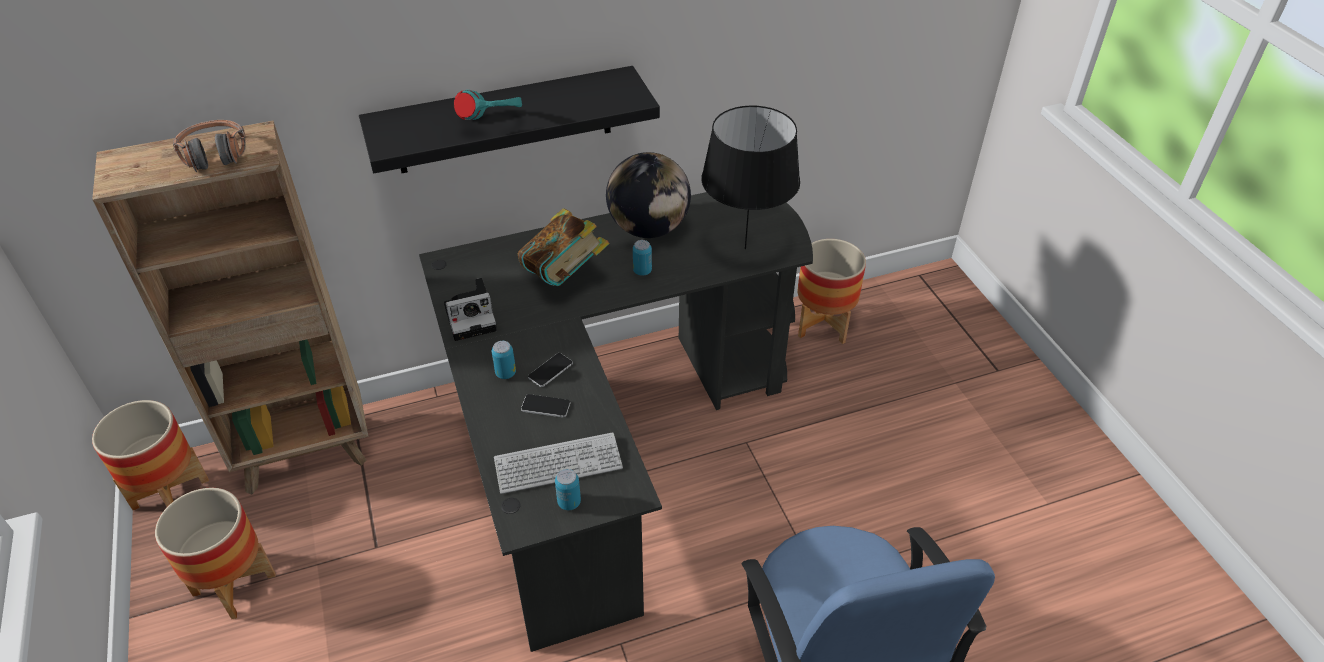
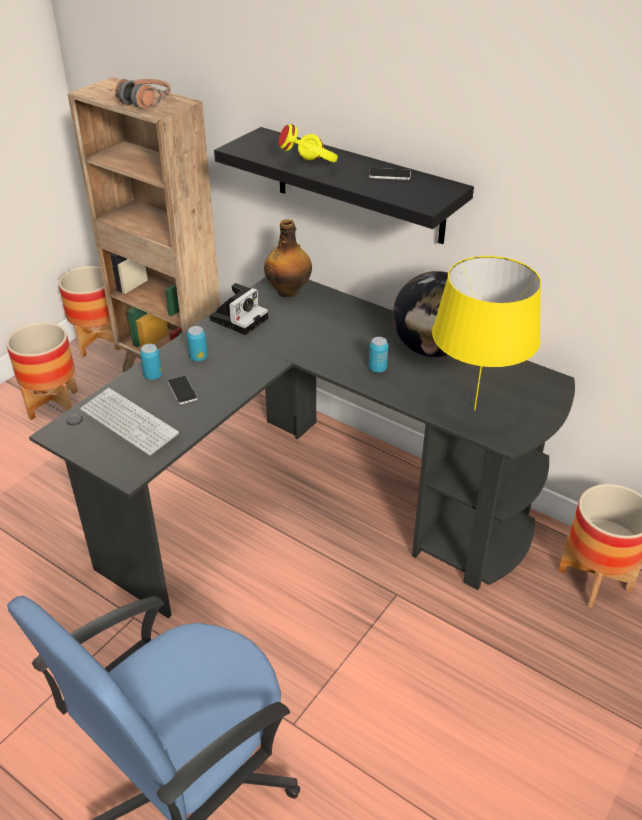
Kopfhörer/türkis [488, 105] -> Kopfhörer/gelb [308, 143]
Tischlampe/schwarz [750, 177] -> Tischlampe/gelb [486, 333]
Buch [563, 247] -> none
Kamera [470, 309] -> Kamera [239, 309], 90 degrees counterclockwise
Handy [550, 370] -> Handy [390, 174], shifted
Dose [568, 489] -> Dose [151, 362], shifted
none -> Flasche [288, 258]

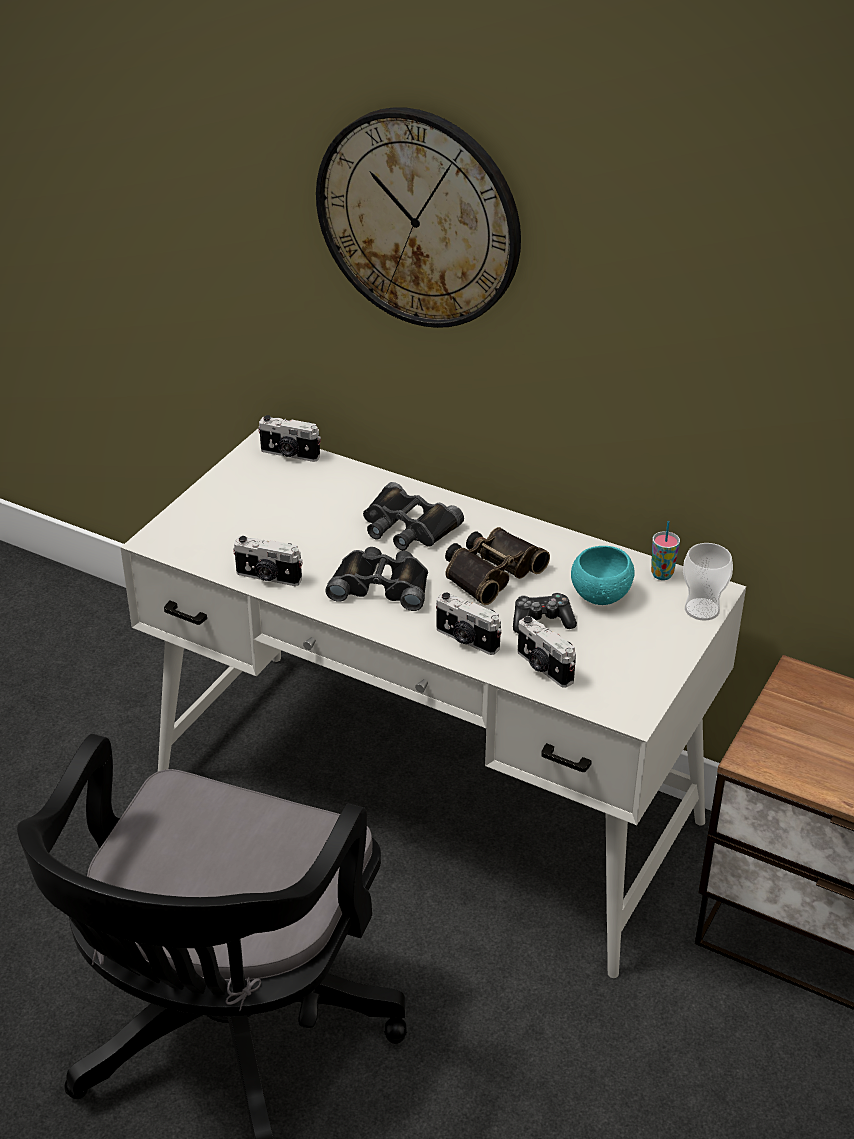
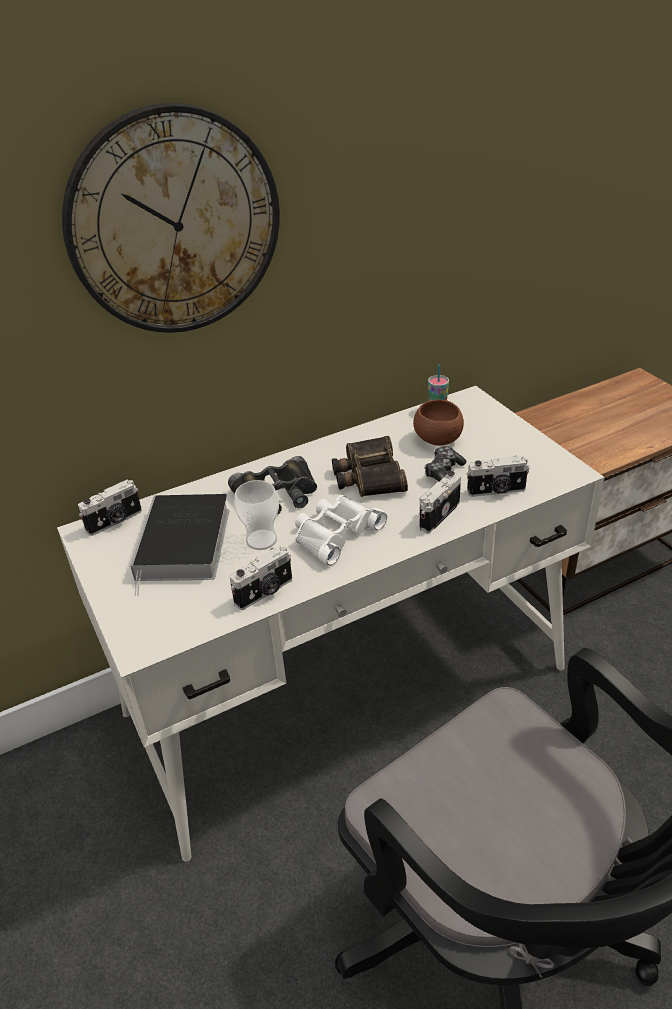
Tasse [708, 582] -> Tasse [256, 515], shifted
Schüssel/türkis [603, 575] -> Schüssel/braun [438, 422]
Fernglas/schwarz [376, 579] -> Fernglas/weiß [341, 530]
Kamera [469, 623] -> Kamera [440, 501], 150 degrees clockwise
none -> Buch [179, 545]

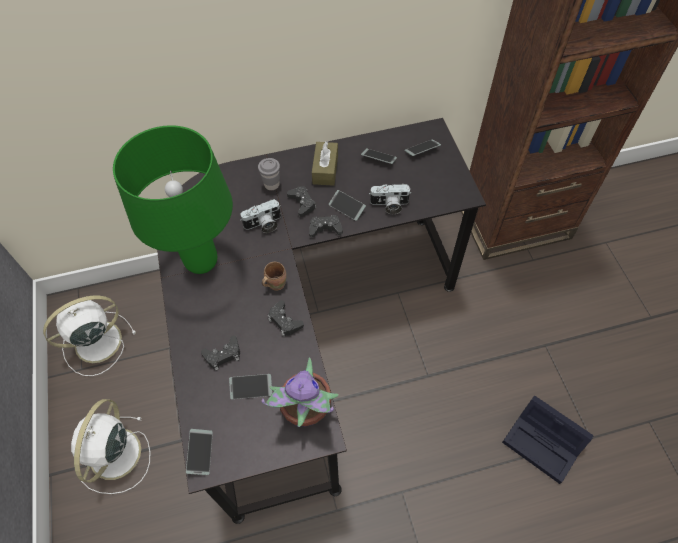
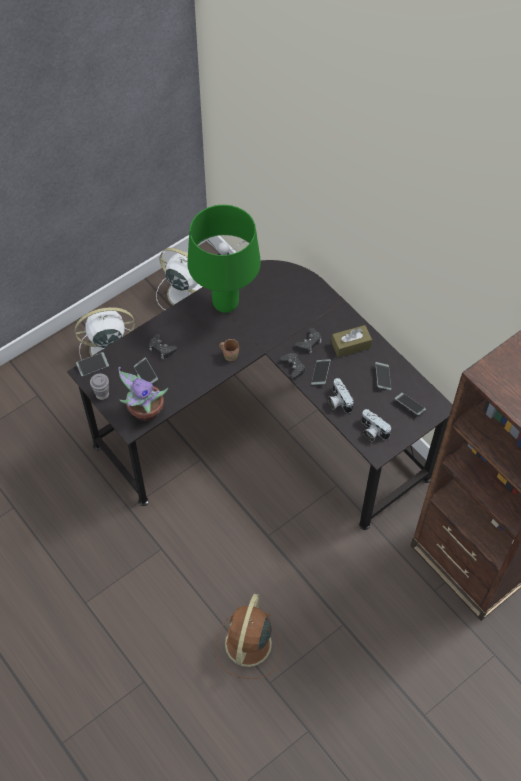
Tasse/grau [269, 174] -> Tasse/grau [99, 387], shifted
Kamera [260, 216] -> Kamera [376, 425], shifted
Gamepad/schwarz [286, 318] -> none
Aufbewahrungsbox/schwarz [548, 439] -> Ventilator/braun [248, 636]

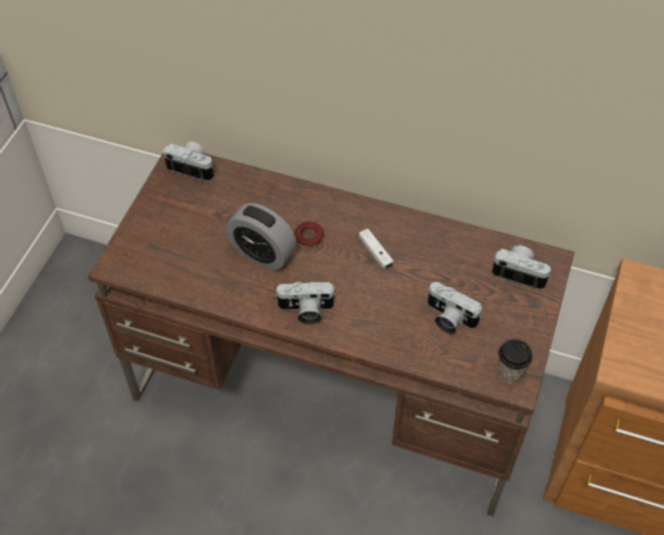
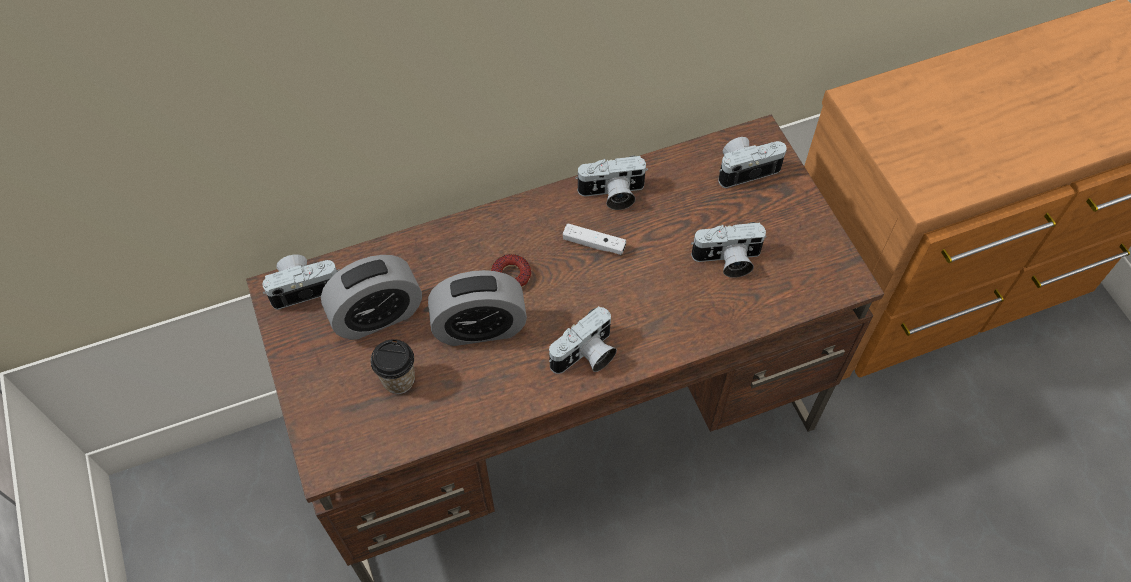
Tasse [515, 361] -> Tasse [393, 366], shifted
none -> Kamera [611, 182]
none -> Wecker [371, 297]

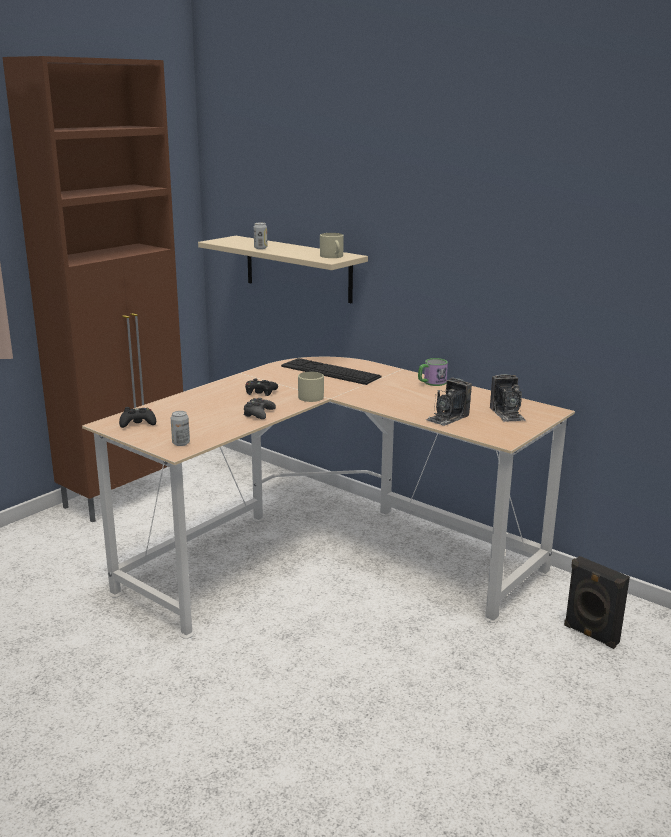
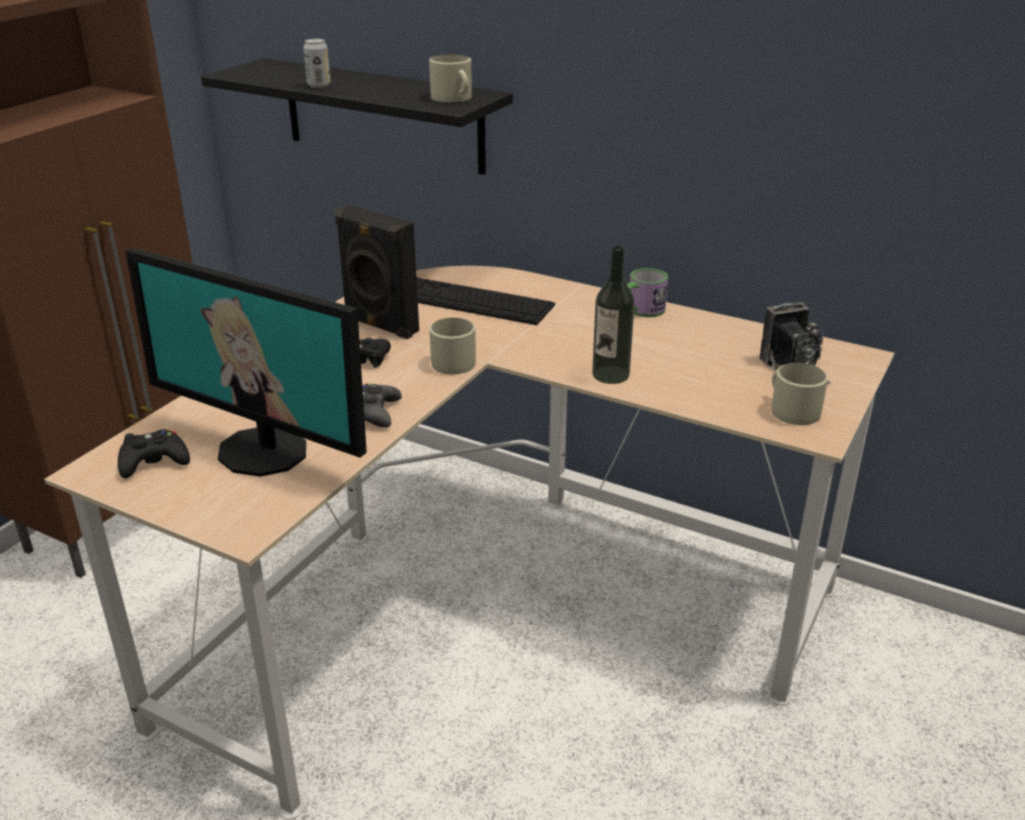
Wandregal/beige [283, 269] -> Wandregal/schwarz [357, 116]
Kamera [449, 402] -> none
Dose [180, 428] -> none
Lautsprecher/schwarz [597, 602] -> Lautsprecher/schwarz [376, 272], shifted
none -> Flasche [613, 314]
none -> Monitor [246, 362]
none -> Henkelbecher/beige [800, 394]

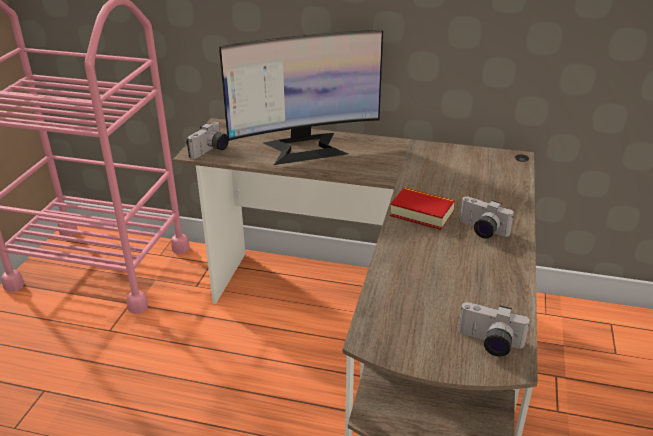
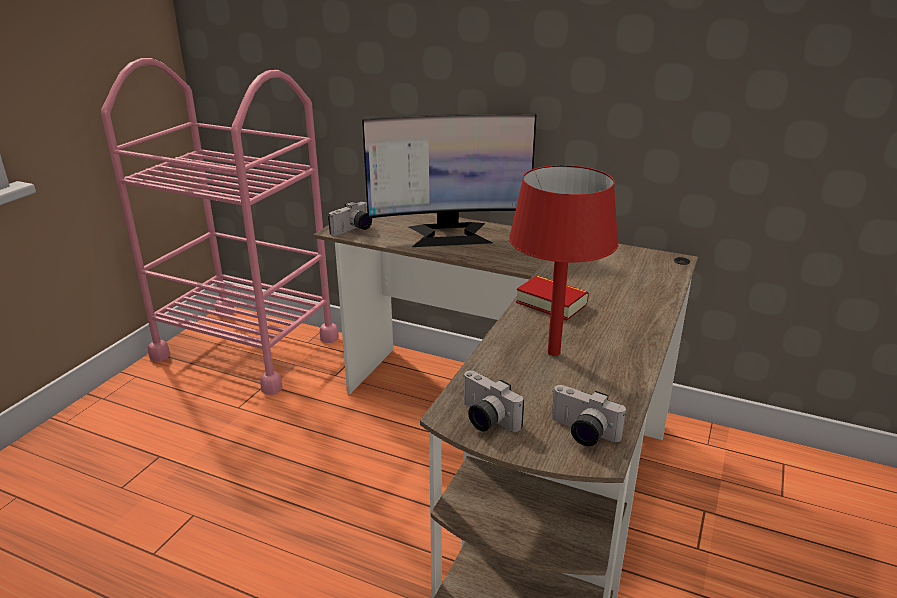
Kamera [487, 217] -> Kamera [494, 401], shifted
none -> Tischlampe/rot [564, 260]

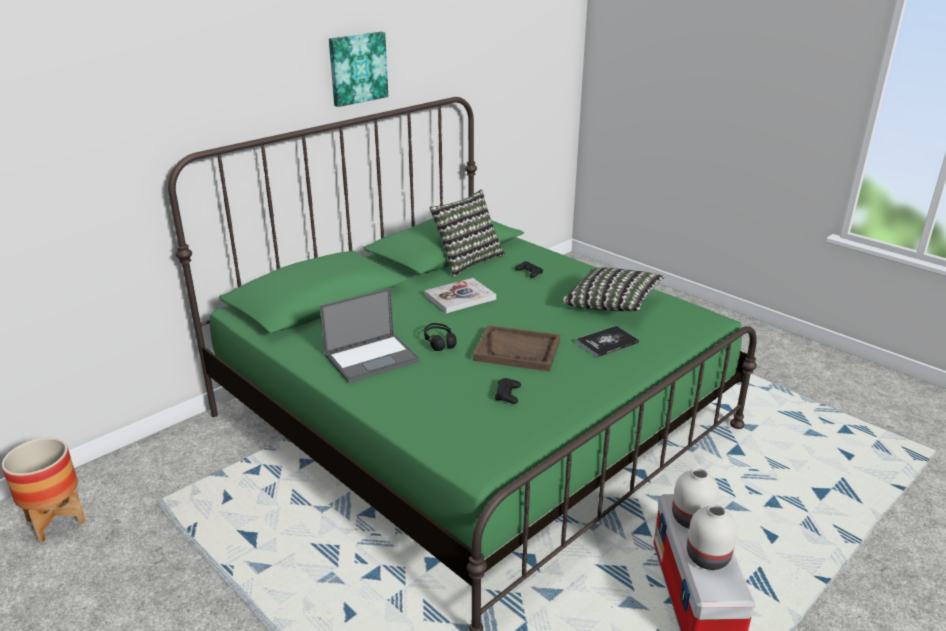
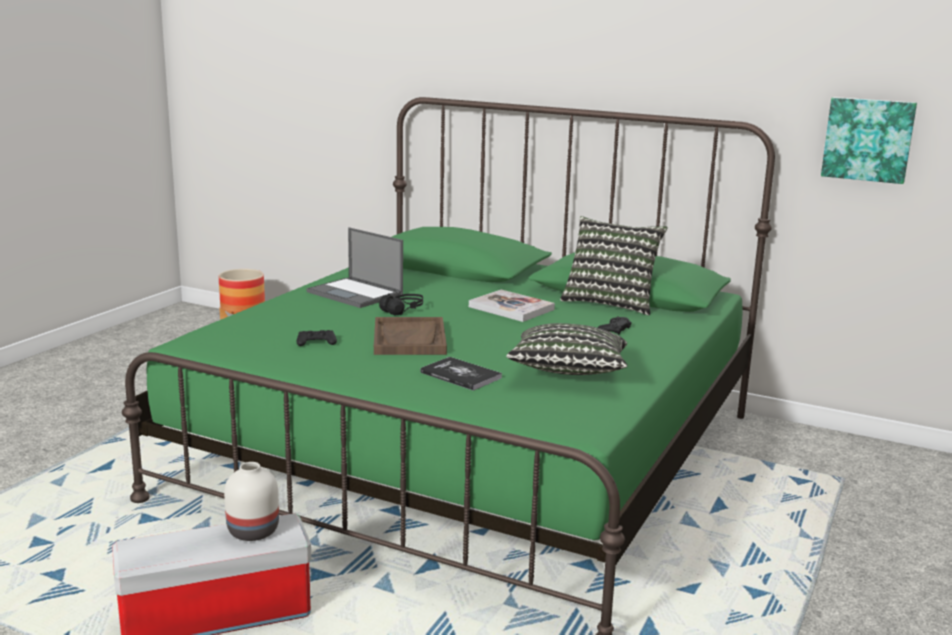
Bild [358, 69] -> Bild [869, 140], shifted
Vase/weiß [712, 537] -> none

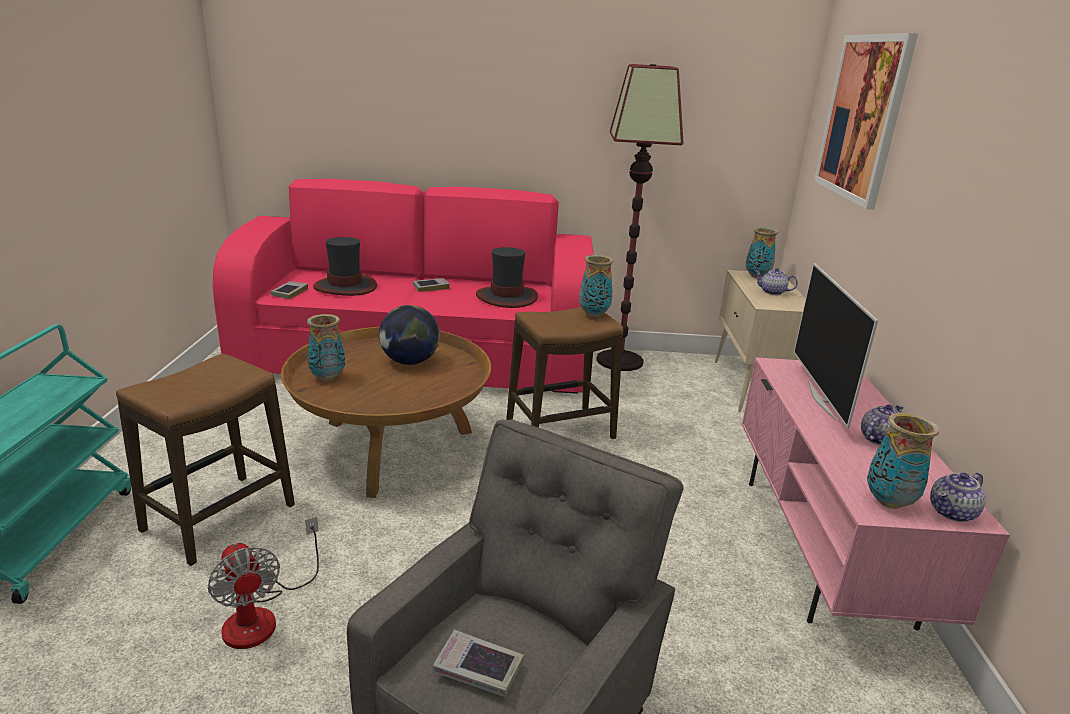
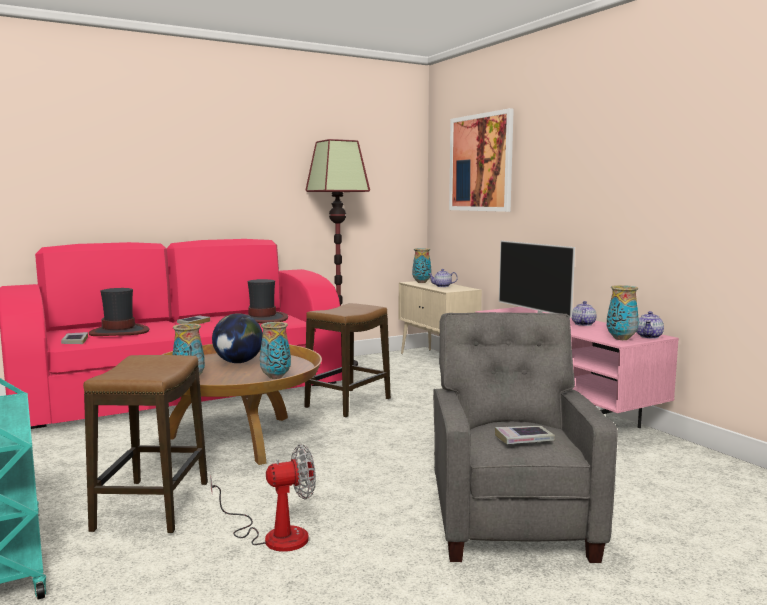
Vase [596, 286] -> Vase [275, 350], shifted
Ventilator [263, 583] -> Ventilator [263, 498], 45 degrees counterclockwise

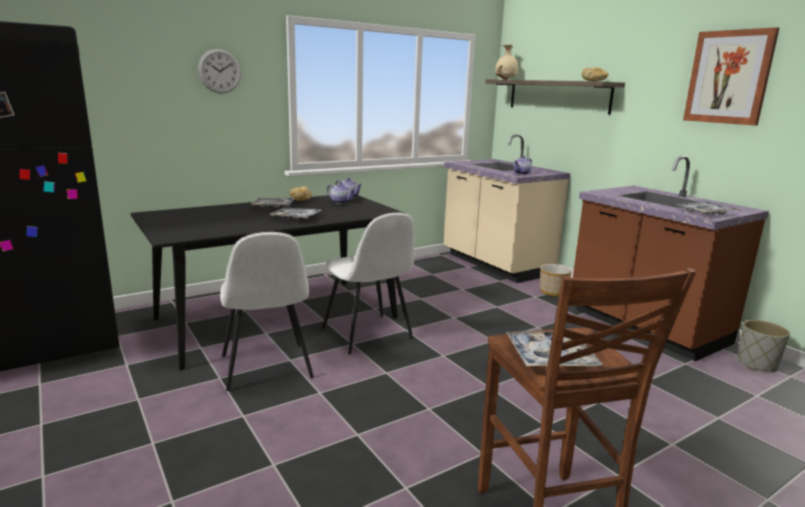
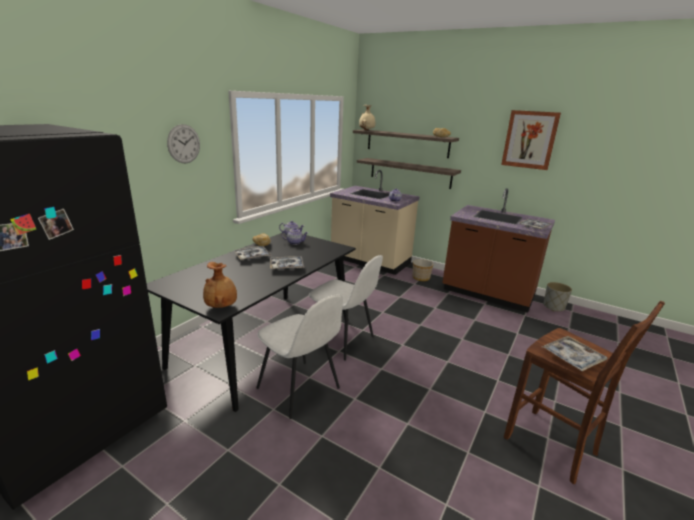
none -> Wandregal [409, 173]
none -> Vase/braun [220, 285]

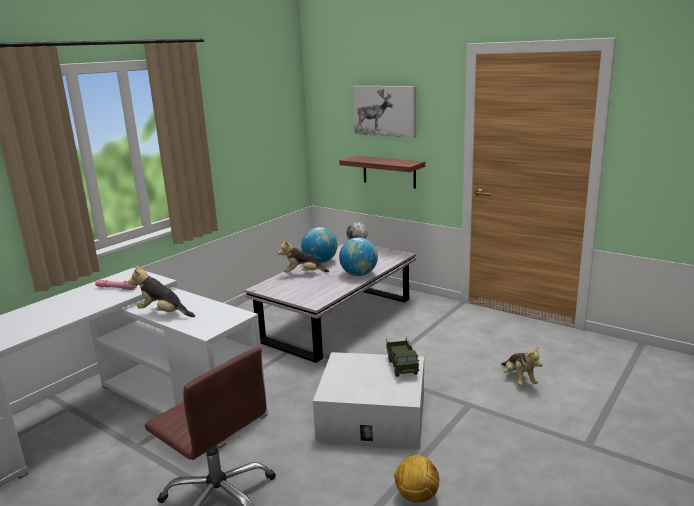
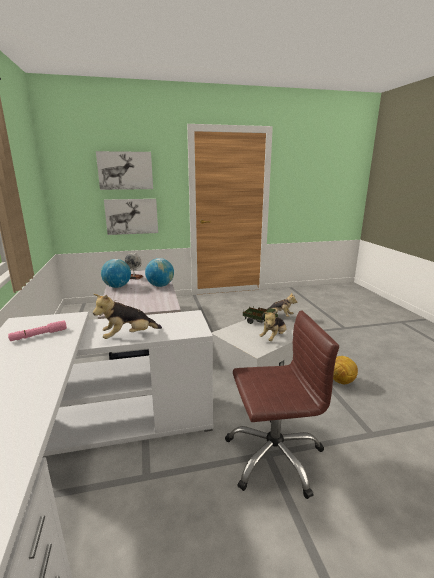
Wandregal [382, 172] -> Bild [131, 217]
Plüschtier [303, 256] -> Plüschtier [273, 326], shifted

